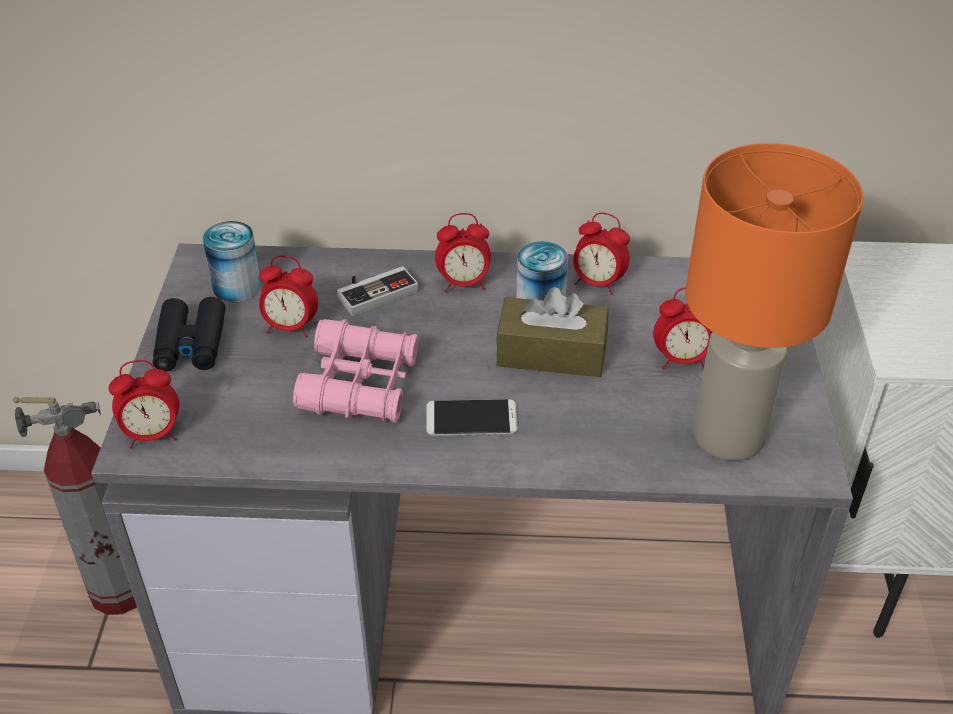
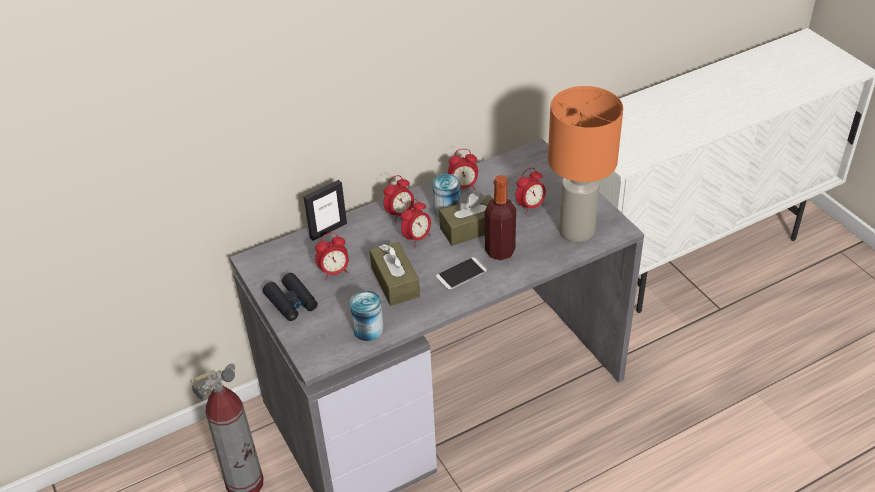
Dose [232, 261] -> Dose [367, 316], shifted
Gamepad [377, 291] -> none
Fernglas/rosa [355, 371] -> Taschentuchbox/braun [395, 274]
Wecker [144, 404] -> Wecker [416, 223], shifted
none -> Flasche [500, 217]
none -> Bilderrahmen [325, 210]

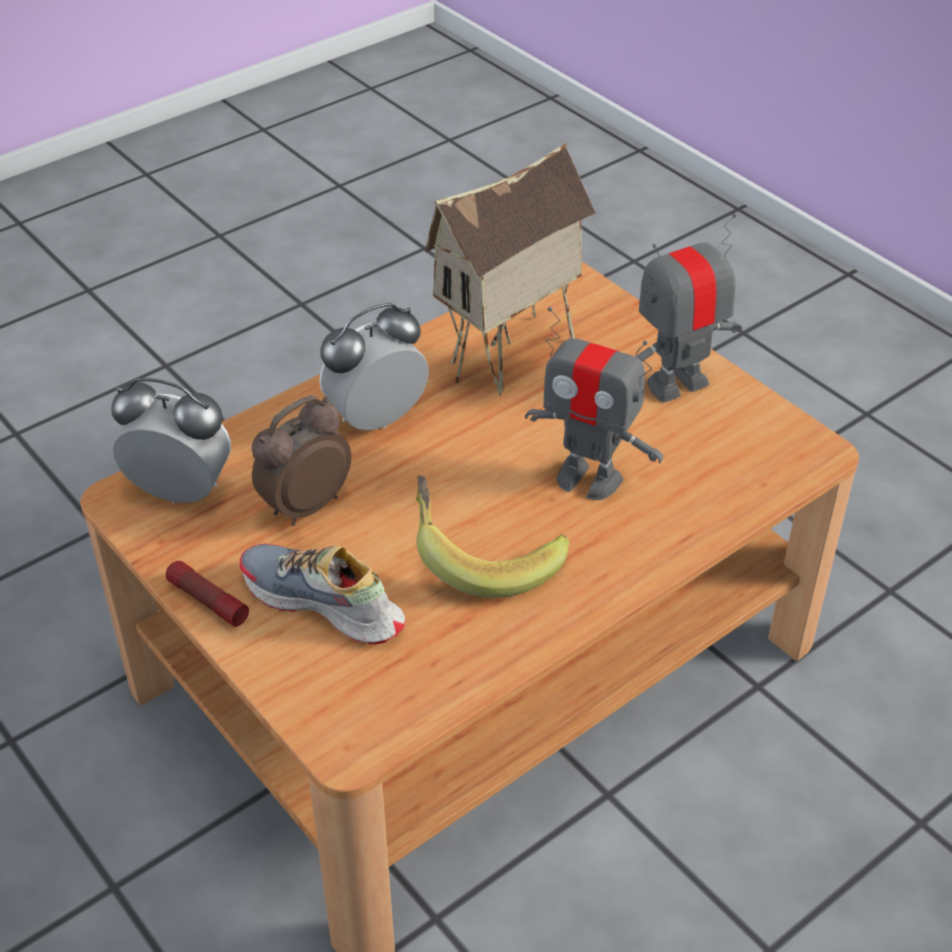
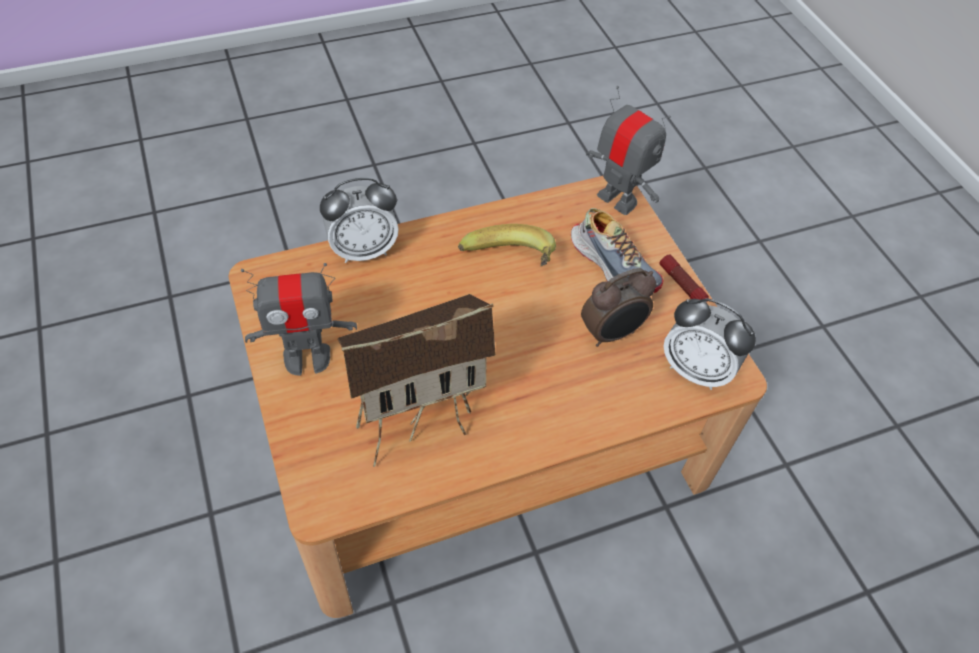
Wecker [374, 366] -> Wecker [359, 220], shifted
Spielzeugroboter [594, 403] -> Spielzeugroboter [628, 150], shifted

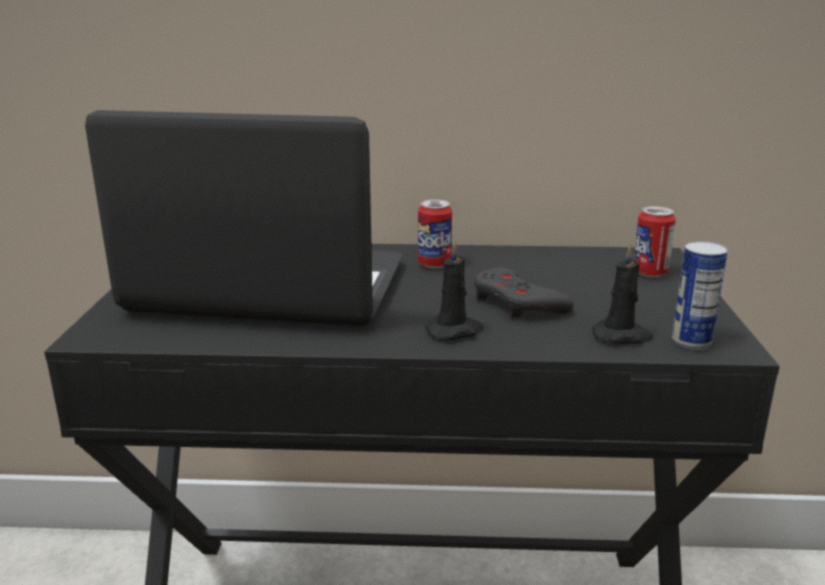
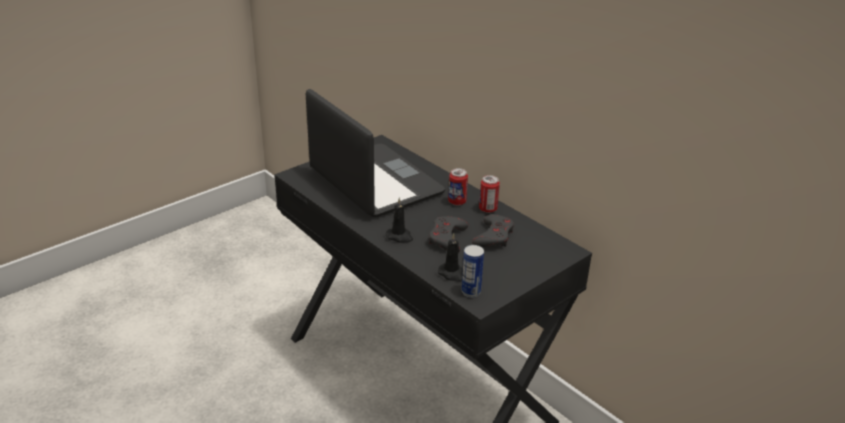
Dose [654, 241] -> Dose [489, 194], shifted
none -> Gamepad/grau [493, 230]

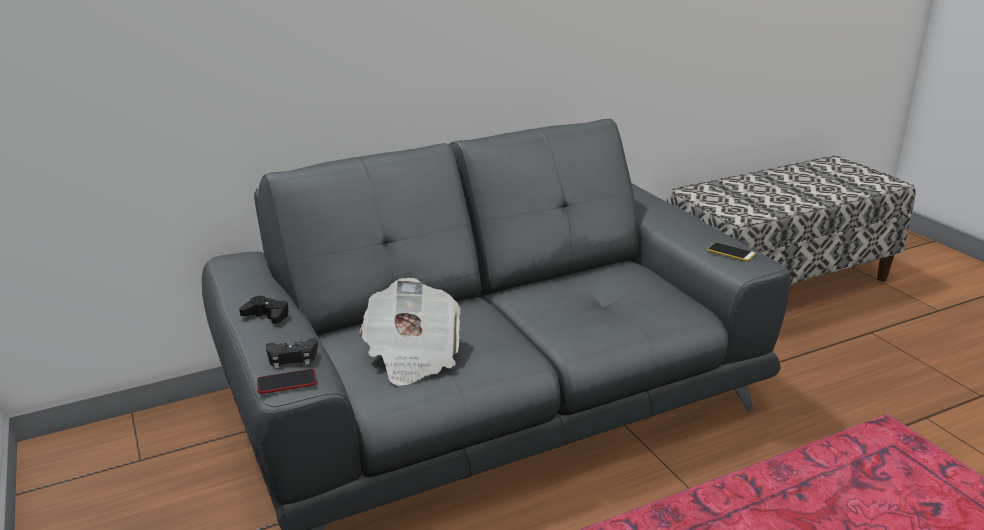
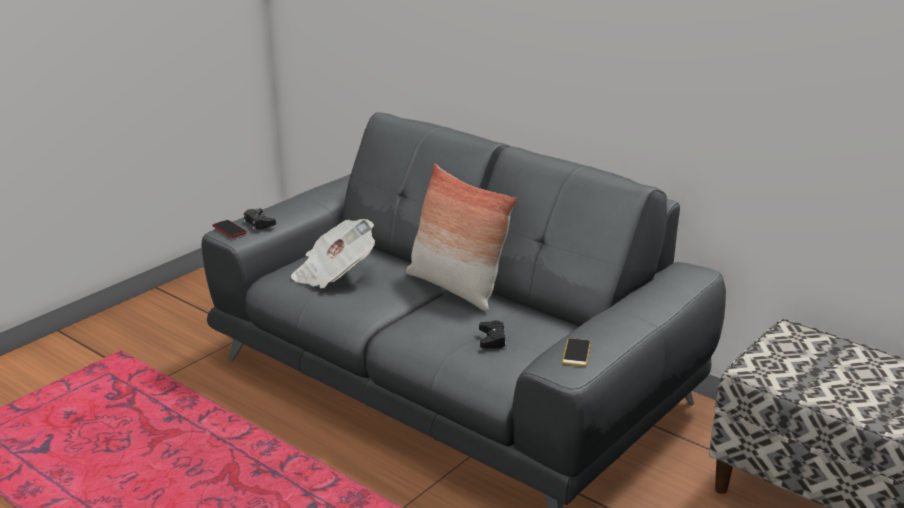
Gamepad/schwarz [264, 309] -> Gamepad/schwarz [492, 334], shifted
none -> Kissen [461, 237]

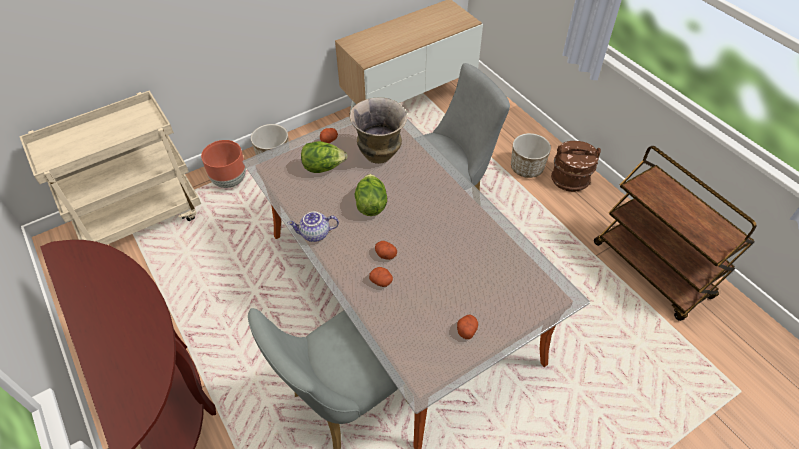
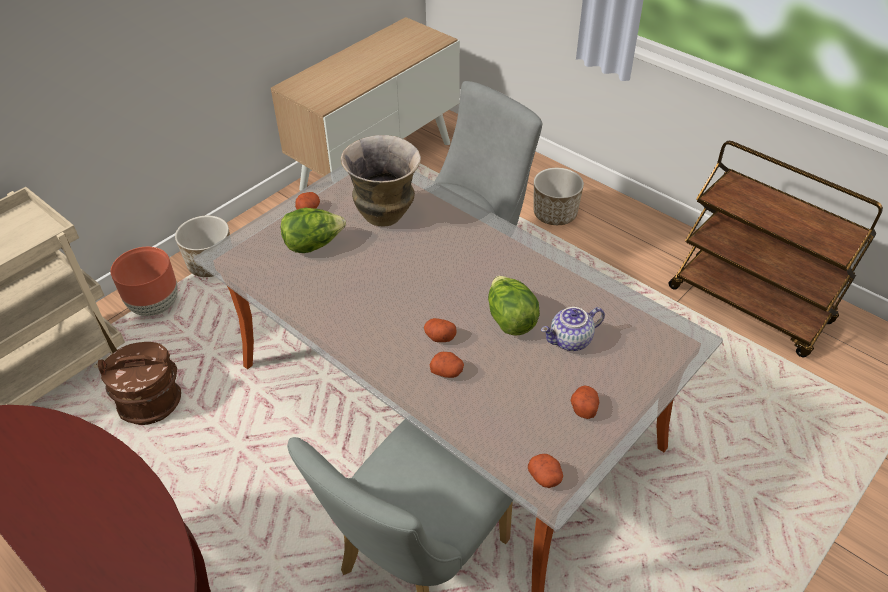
Eimer/braun [576, 166] -> Eimer/braun [139, 383], shifted
Salatkopf [371, 195] -> Salatkopf [514, 306], shifted
Teekanne [313, 227] -> Teekanne [573, 329], shifted
none -> Kartoffel [545, 471]

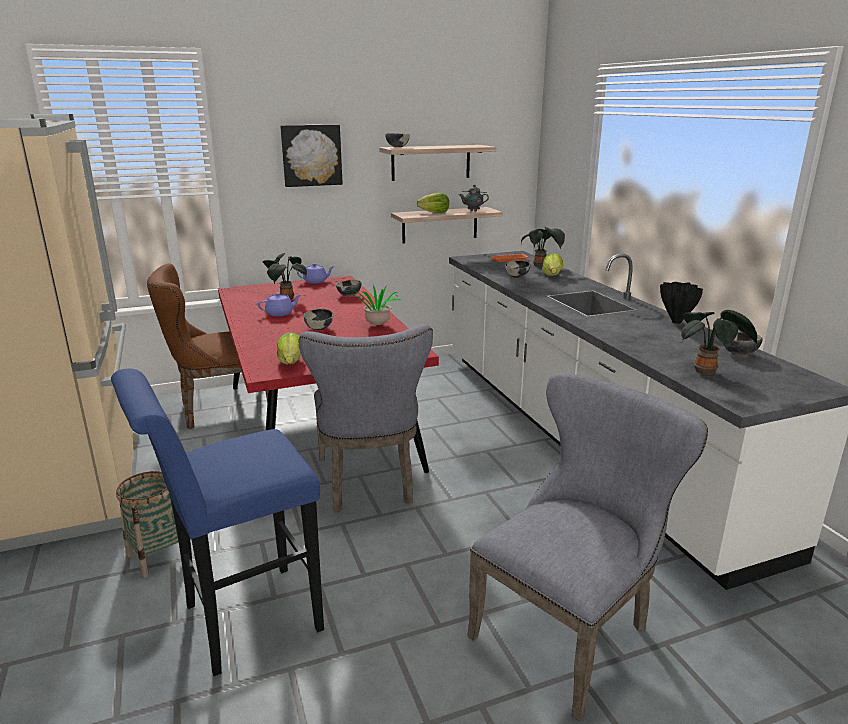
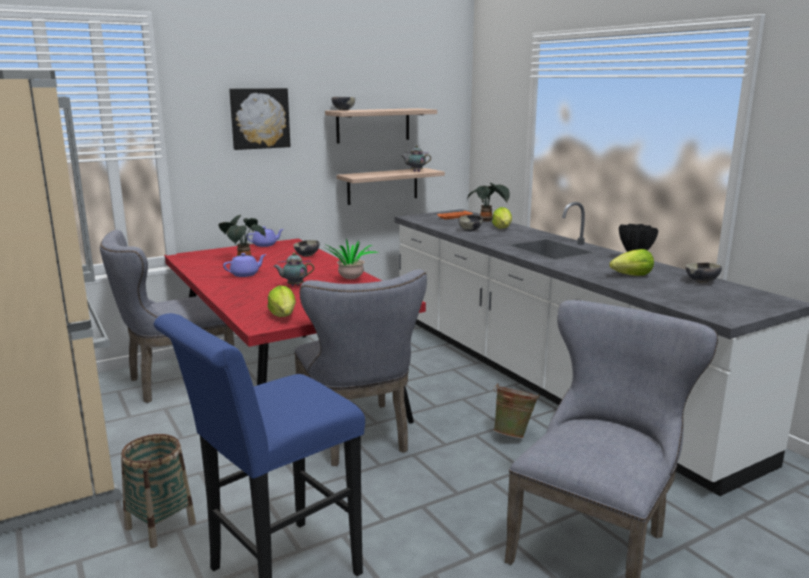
Salatkopf [433, 203] -> Salatkopf [631, 262], shifted
Stuhl/braun [207, 346] -> Stuhl/grau [167, 316]
Schüssel [318, 320] -> Teekanne [293, 269]
Topfpflanze [719, 342] -> none
none -> Eimer/grün [517, 410]

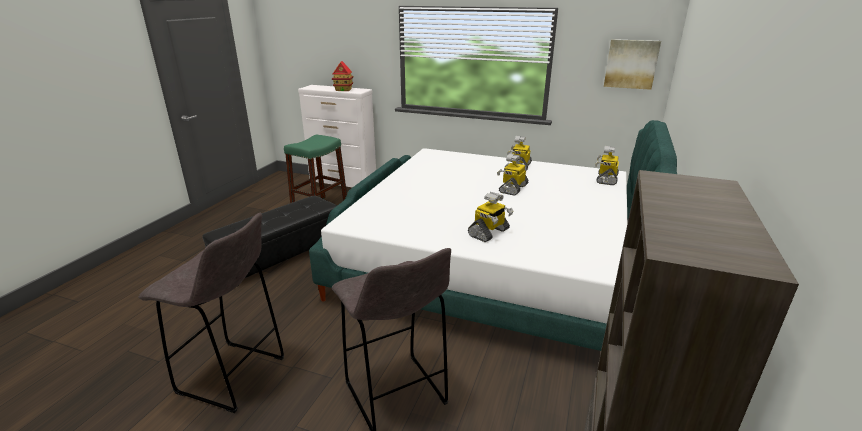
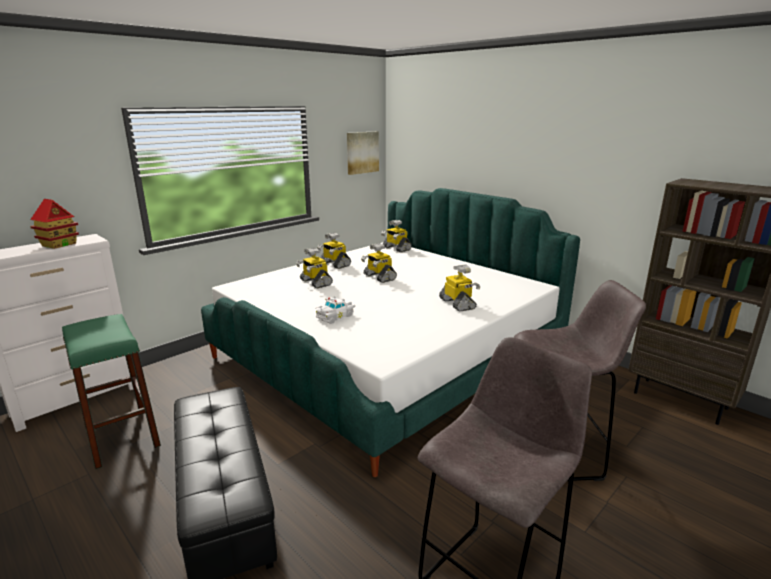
none -> Spielzeugroboter [314, 267]
none -> Spielzeugauto/weiß [335, 310]

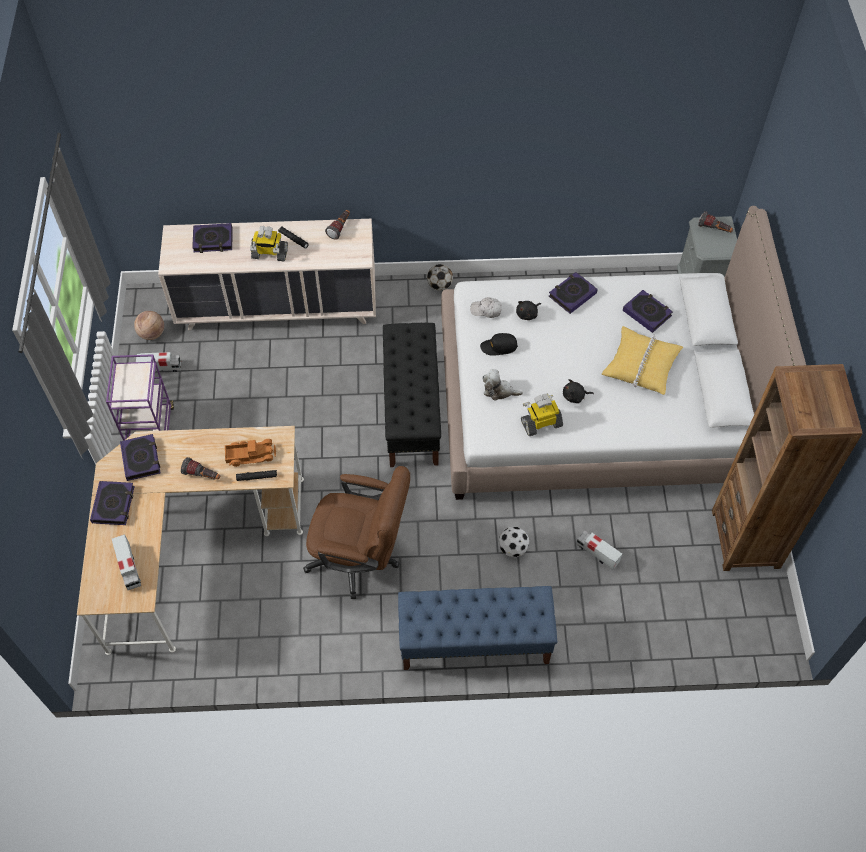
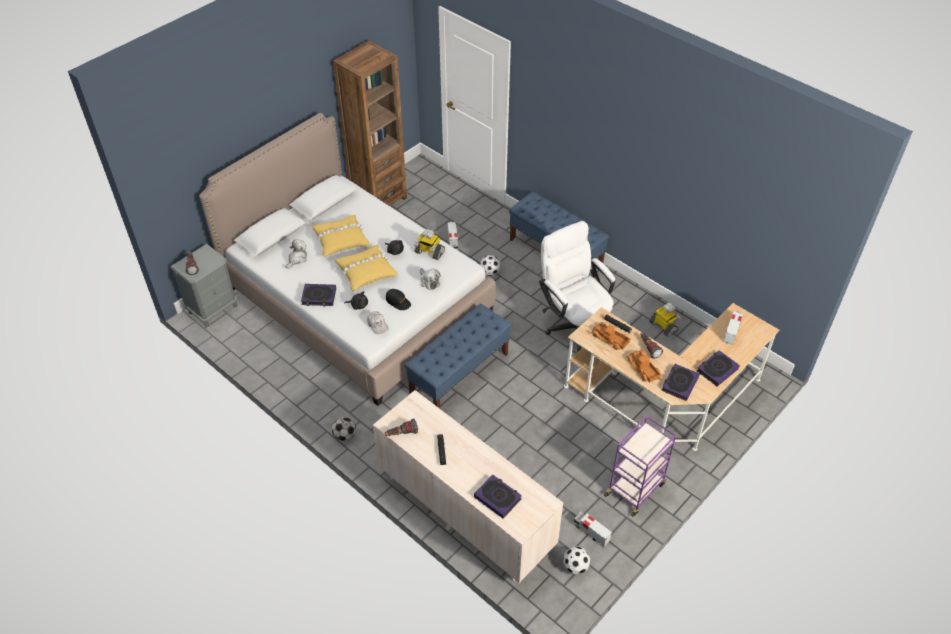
Spielzeugroboter [269, 243] -> Spielzeugroboter [665, 320], shifted
Buch [648, 311] -> Plüschtier [296, 254]
Basketball [149, 325] -> Fußball [576, 560]
Bank/schwarz [412, 395] -> Bank/blau [458, 356]
Bürostuhl/braun [356, 532] -> Bürostuhl/weiß [577, 286]
none -> Kissen/gelb [366, 268]
none -> Spielzeuglaster [644, 366]

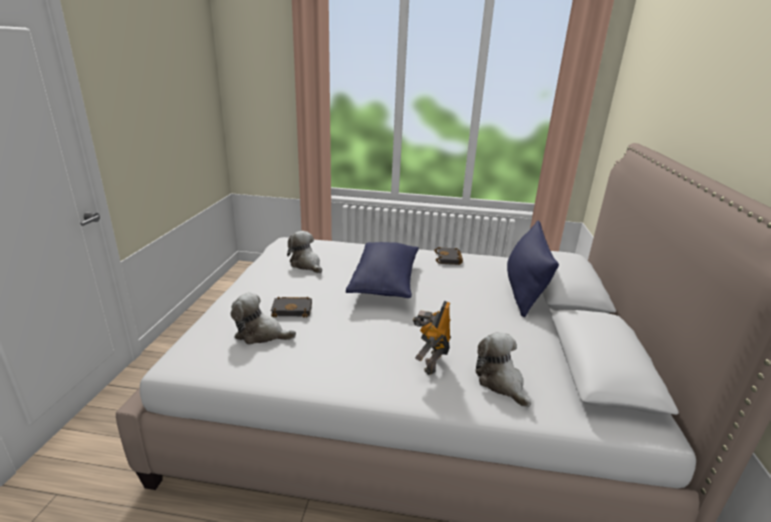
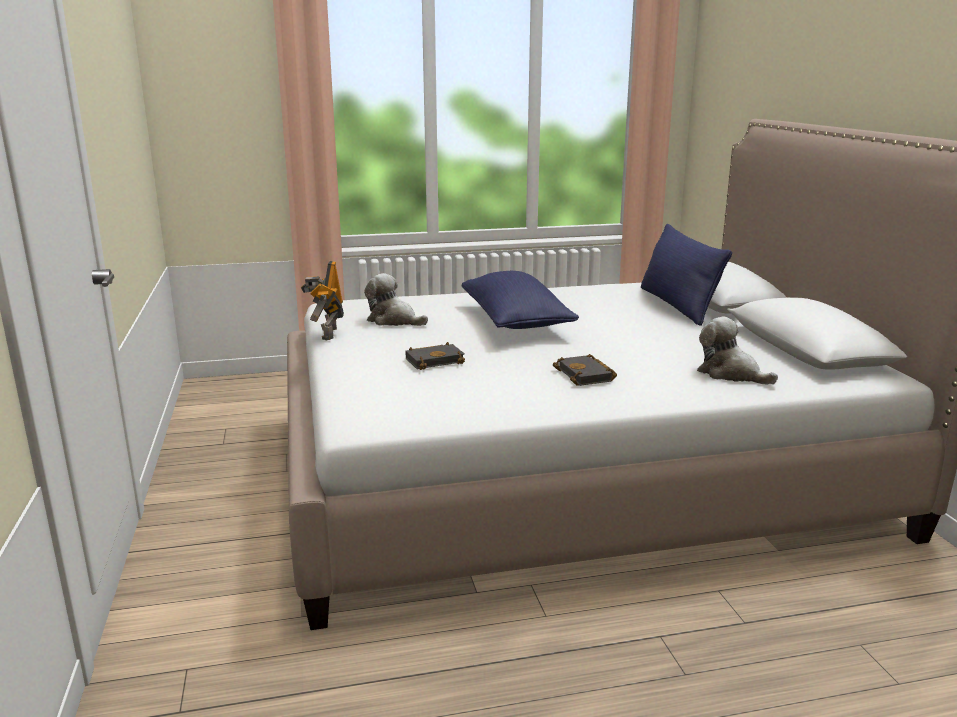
Buch/schwarz [448, 256] -> Buch/schwarz [585, 370], shifted
Plüschtier [263, 318] -> none
Spielzeugroboter [432, 338] -> Spielzeugroboter [322, 300], shifted

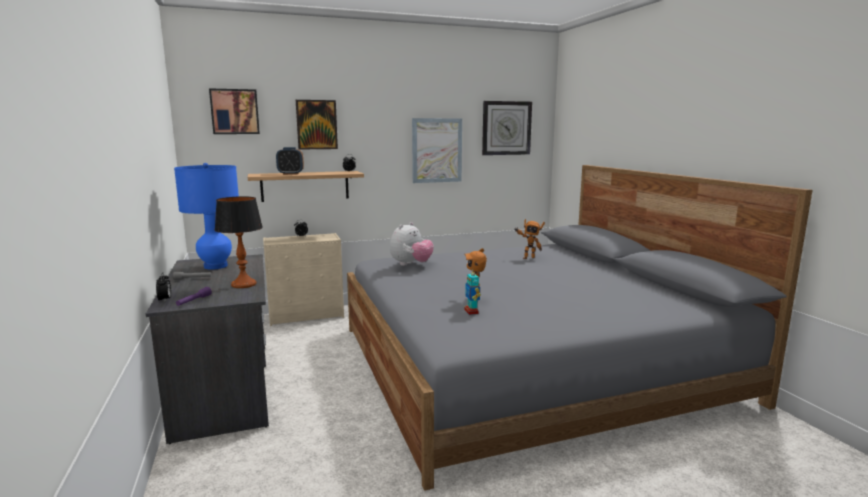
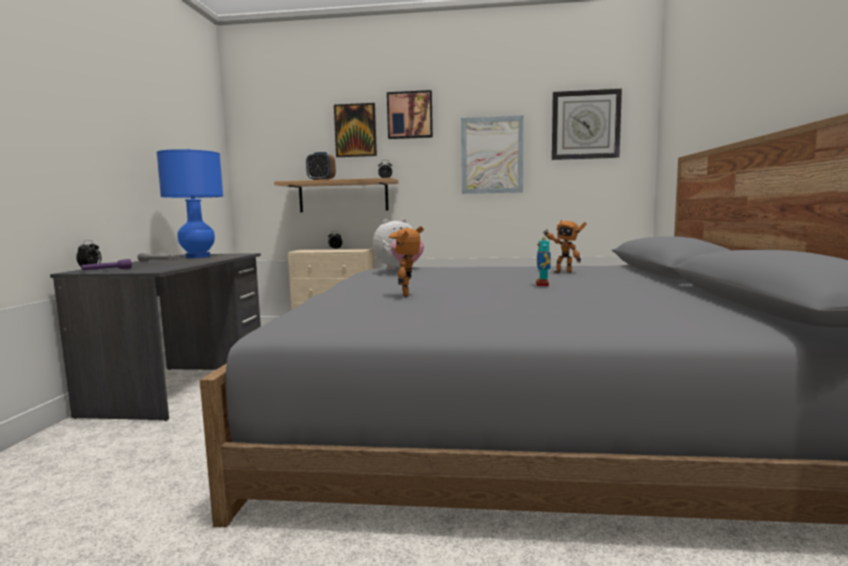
Bild [234, 111] -> Bild [410, 114], shifted
Tischlampe [239, 242] -> none
Spielzeugroboter [472, 292] -> Spielzeugroboter [543, 262], shifted

